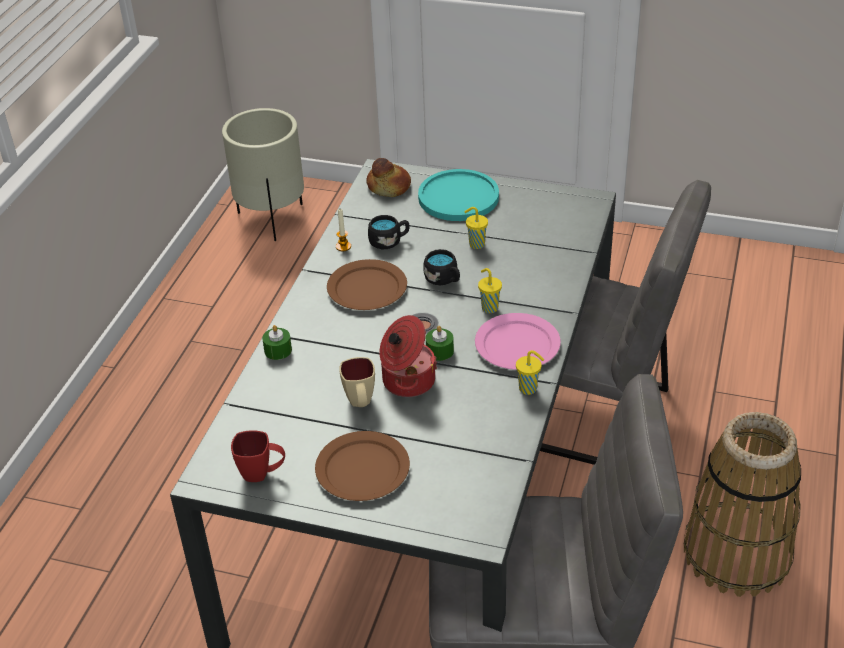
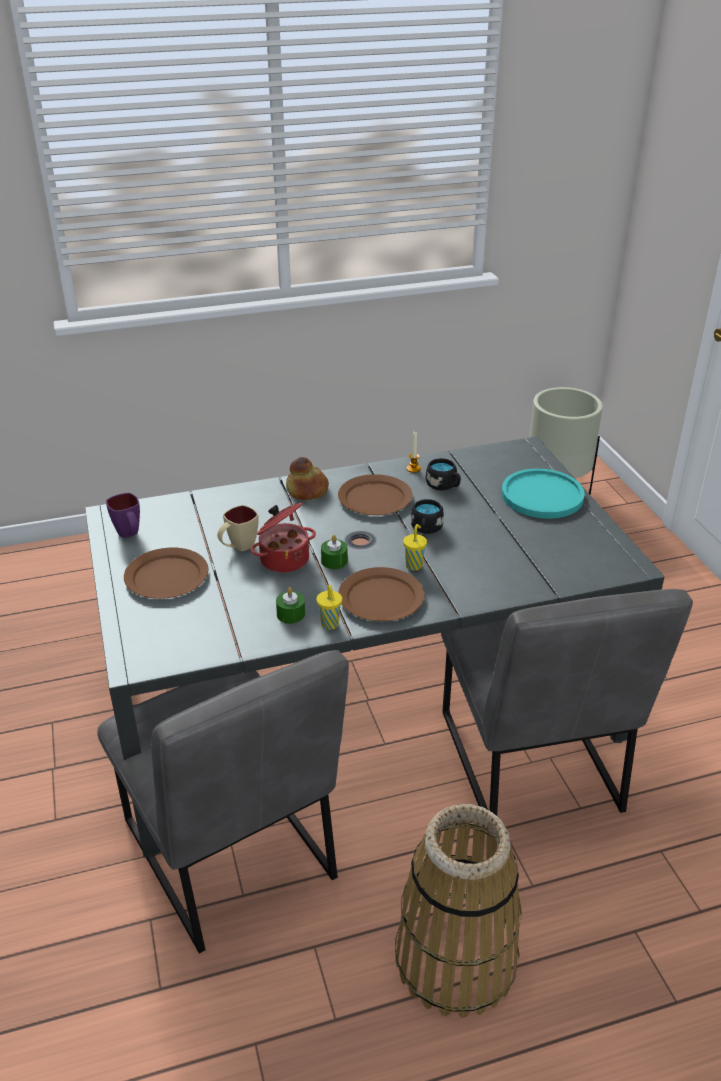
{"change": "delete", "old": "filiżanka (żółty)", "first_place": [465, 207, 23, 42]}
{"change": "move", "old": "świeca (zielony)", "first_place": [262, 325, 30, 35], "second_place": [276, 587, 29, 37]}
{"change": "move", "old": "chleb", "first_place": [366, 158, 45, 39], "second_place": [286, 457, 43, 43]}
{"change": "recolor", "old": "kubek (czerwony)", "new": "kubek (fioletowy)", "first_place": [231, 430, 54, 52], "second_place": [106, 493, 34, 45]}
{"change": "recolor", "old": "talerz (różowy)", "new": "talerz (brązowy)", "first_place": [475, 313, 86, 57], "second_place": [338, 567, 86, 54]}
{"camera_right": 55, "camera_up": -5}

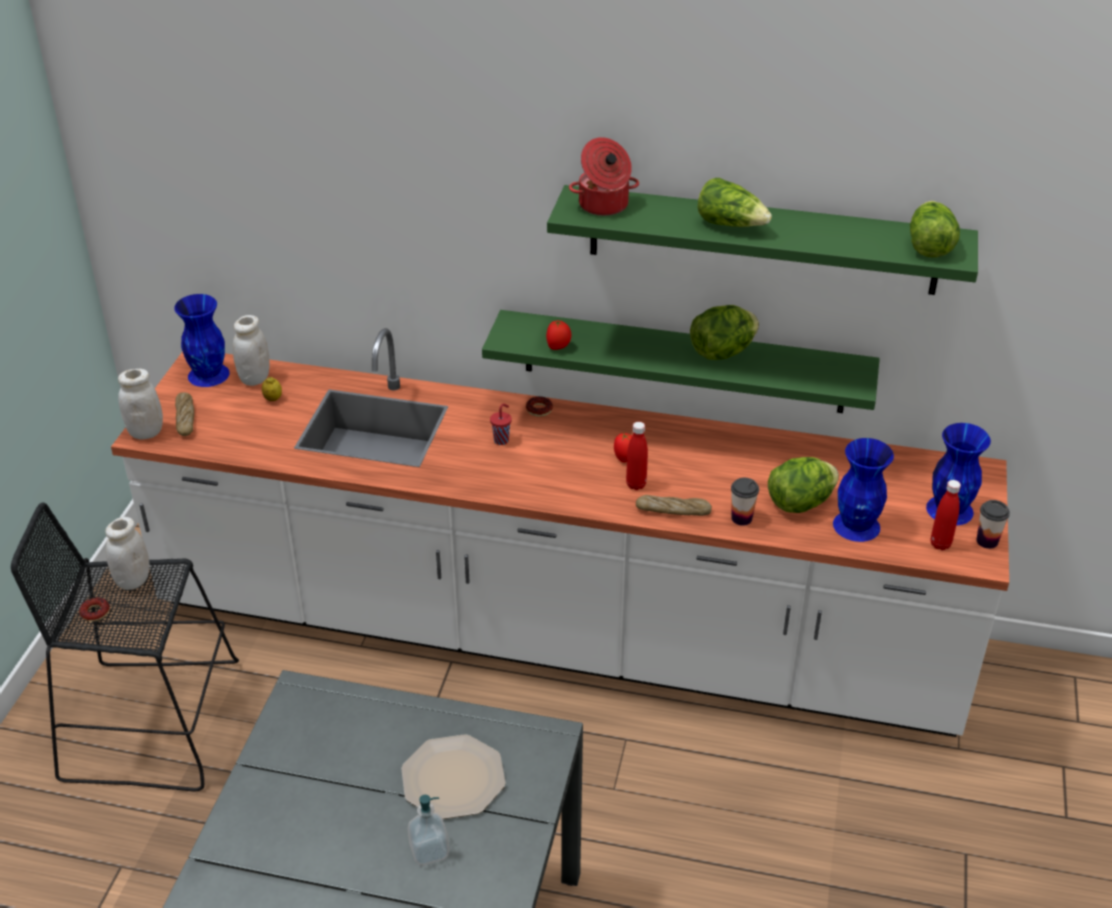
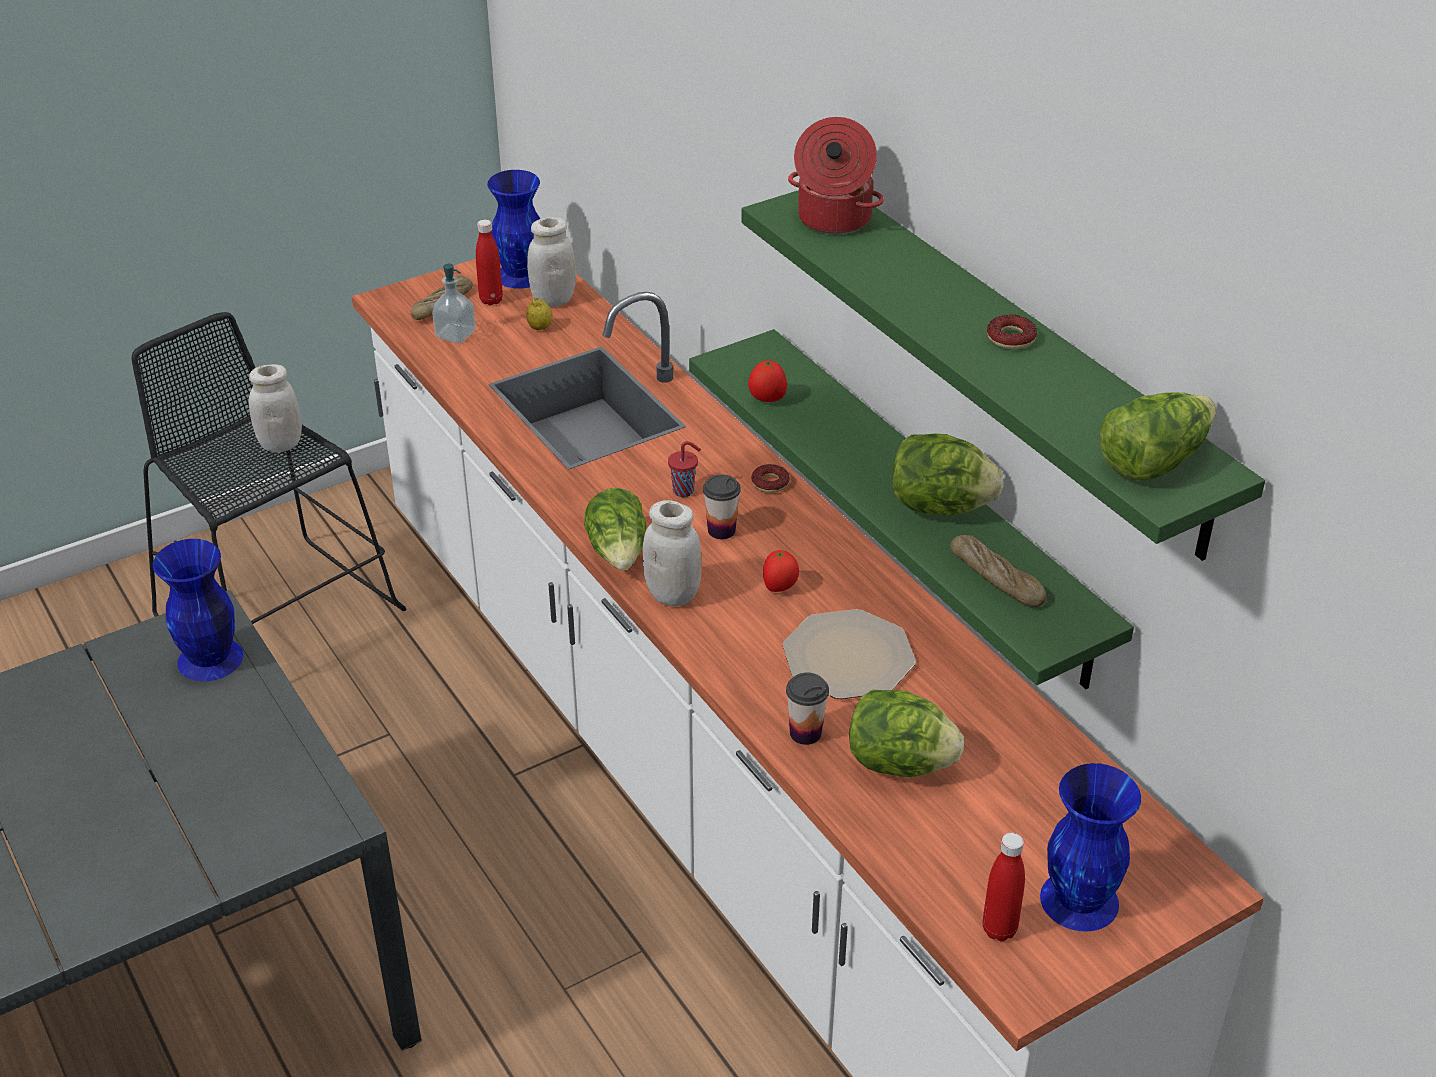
{"change": "move", "old": "donut", "first_place": [79, 597, 30, 24], "second_place": [987, 314, 50, 35]}
{"change": "move", "old": "słoik (biały)", "first_place": [118, 369, 45, 71], "second_place": [643, 500, 59, 106]}
{"change": "move", "old": "talerz", "first_place": [401, 734, 105, 85], "second_place": [783, 609, 133, 90]}
{"change": "move", "old": "dozownik mydła", "first_place": [408, 794, 41, 72], "second_place": [432, 264, 44, 80]}
{"change": "move", "old": "butelka (czerwony)", "first_place": [626, 422, 22, 68], "second_place": [476, 219, 27, 86]}
{"change": "move", "old": "chleb", "first_place": [636, 495, 76, 21], "second_place": [951, 535, 96, 73]}
{"change": "move", "old": "sałata", "first_place": [698, 178, 74, 49], "second_place": [584, 488, 63, 82]}
{"change": "move", "old": "wazon (niebieski)", "first_place": [833, 438, 61, 104], "second_place": [153, 539, 90, 142]}
{"change": "move", "old": "filiżanka", "first_place": [976, 500, 34, 49], "second_place": [703, 474, 38, 65]}
{"camera_right": 45, "camera_up": 0}

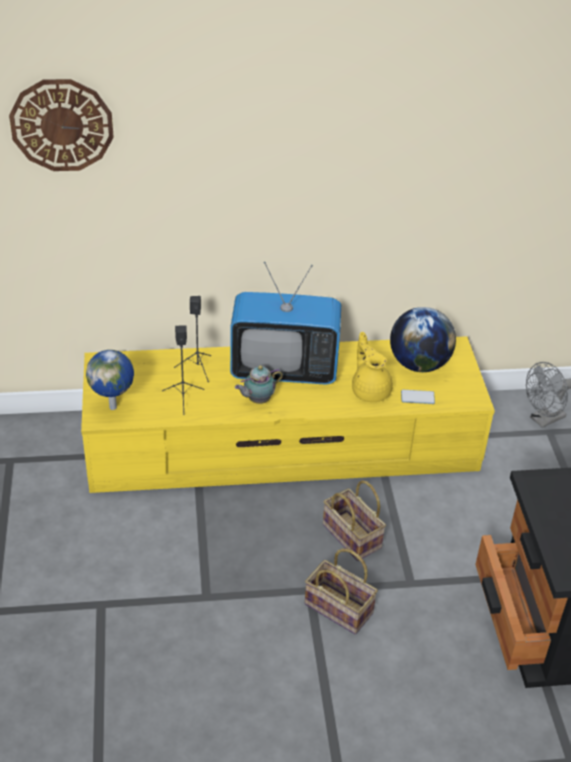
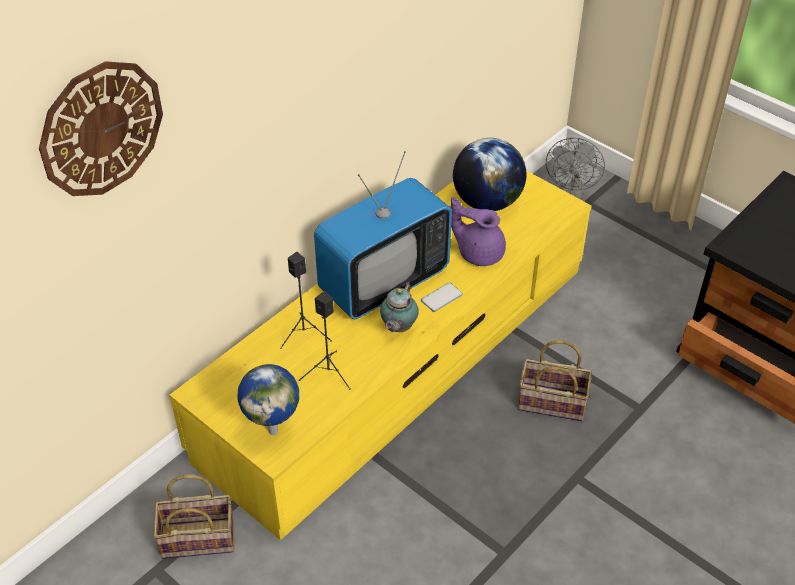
{"change": "move", "old": "koszyk", "first_place": [305, 548, 73, 86], "second_place": [153, 475, 81, 84]}
{"change": "move", "old": "telefon", "first_place": [401, 390, 34, 14], "second_place": [421, 283, 42, 29]}
{"change": "recolor", "old": "imbryk (żółty)", "new": "imbryk (fioletowy)", "first_place": [352, 332, 41, 70], "second_place": [451, 197, 55, 69]}
{"camera_right": -40, "camera_up": 5}

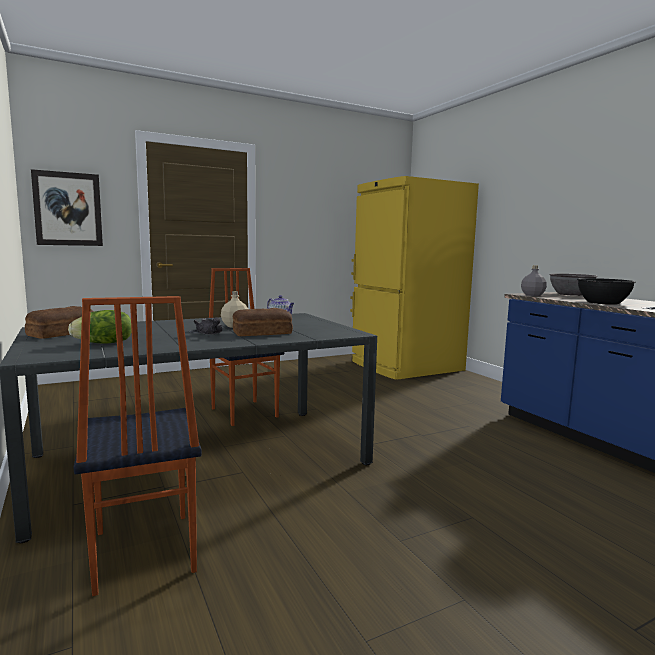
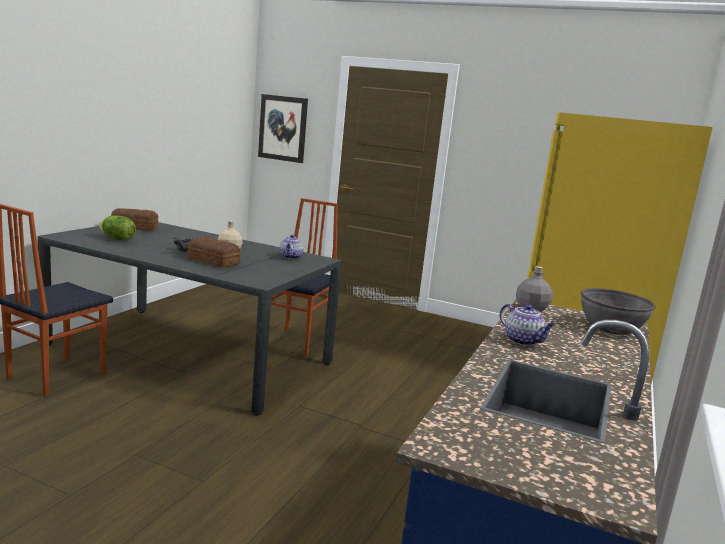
{"change": "replace", "old": "miska (czarny)", "new": "imbryk", "first_place": [577, 278, 59, 27], "second_place": [500, 304, 56, 42]}
{"camera_right": 50, "camera_up": 5}

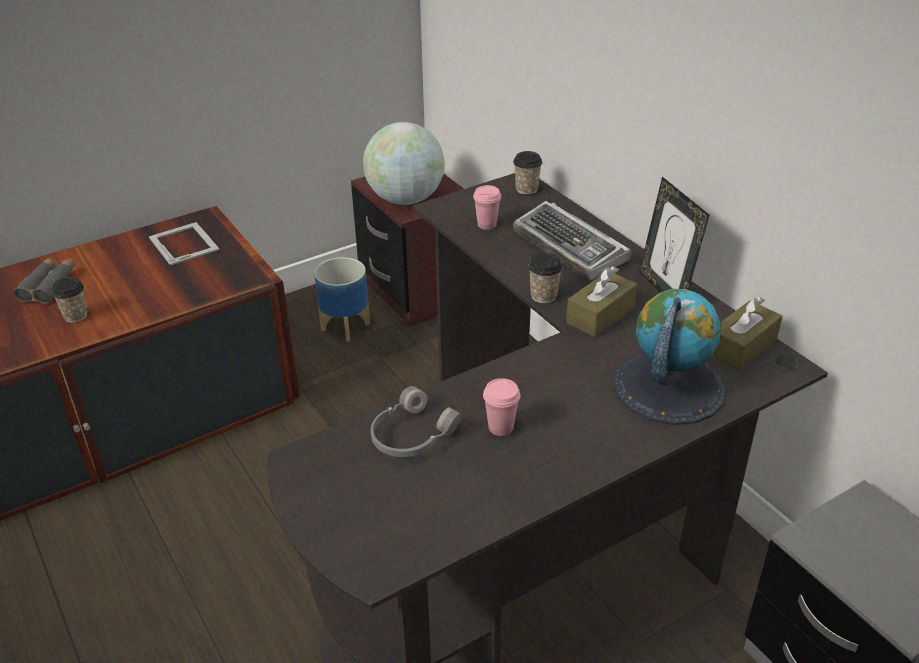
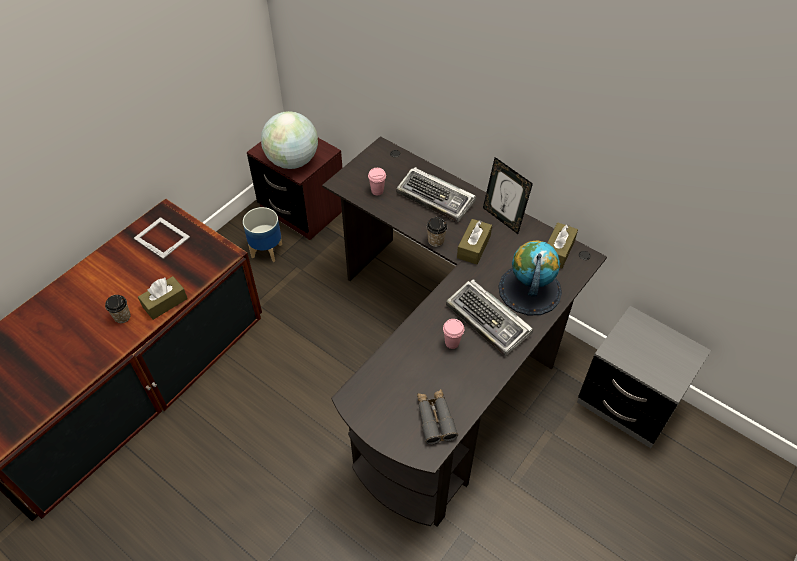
{"change": "delete", "old": "słuchawki (szary)", "first_place": [371, 386, 91, 71]}
{"change": "delete", "old": "filiżanka", "first_place": [513, 151, 29, 44]}
{"change": "insert", "new": "pudełko chusteczek (brązowy)", "second_place": [138, 276, 50, 44]}
{"change": "insert", "new": "klawiatura", "second_place": [446, 279, 87, 77]}
{"change": "move", "old": "lornetka (szary)", "first_place": [13, 258, 62, 46], "second_place": [417, 389, 41, 55]}
{"camera_right": -20, "camera_up": 15}

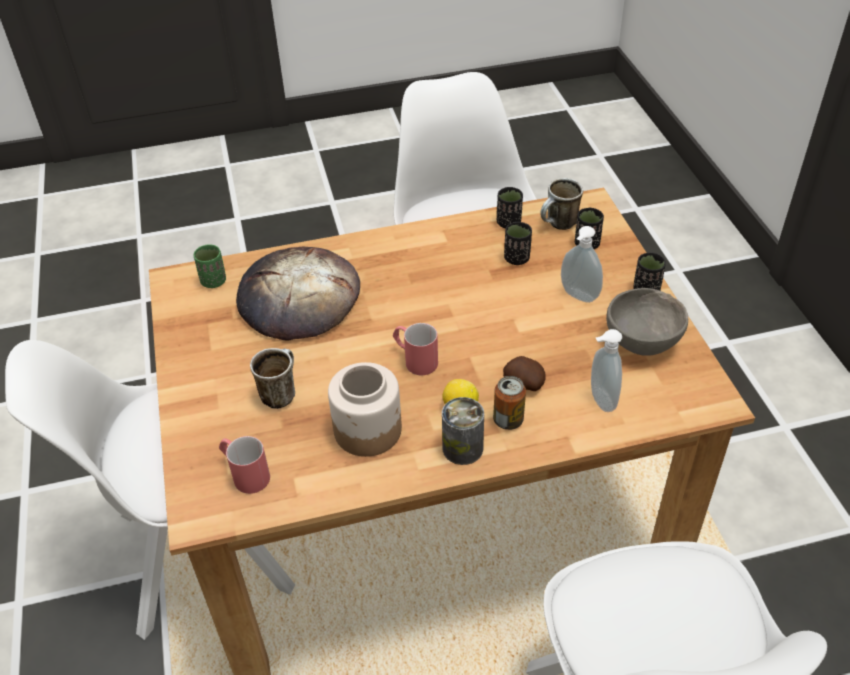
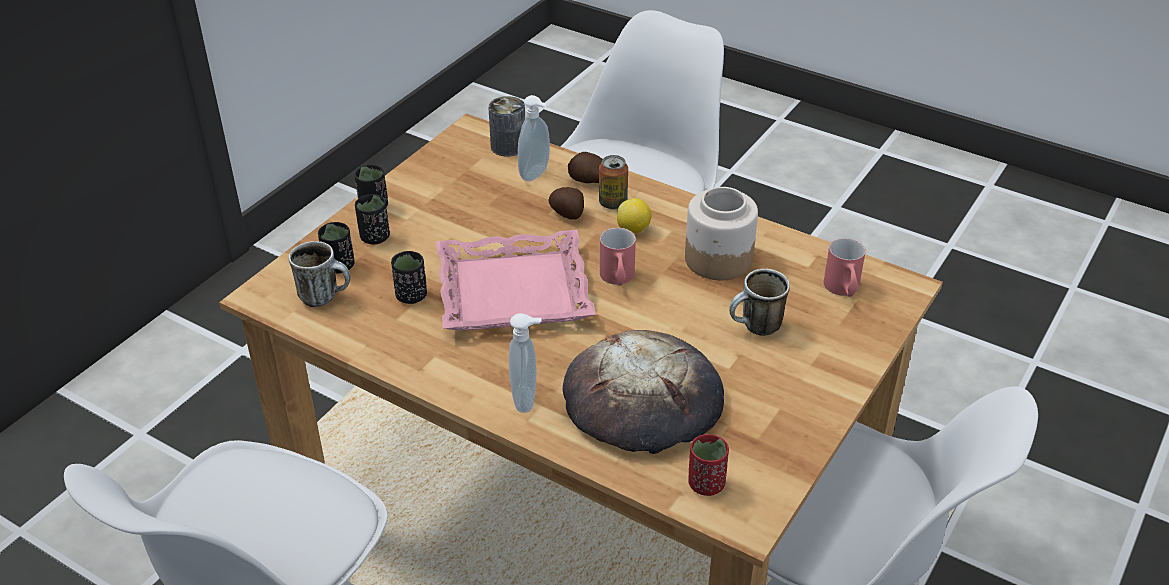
{"change": "delete", "old": "miska (szary)", "first_place": [606, 288, 82, 68]}
{"change": "insert", "new": "taca (różowy)", "second_place": [436, 230, 160, 101]}
{"change": "insert", "new": "ziemniak", "second_place": [568, 152, 35, 31]}
{"change": "move", "old": "puszka", "first_place": [442, 397, 42, 68], "second_place": [488, 96, 37, 60]}
{"change": "move", "old": "filiżanka (czarny)", "first_place": [497, 187, 26, 42], "second_place": [355, 194, 35, 51]}
{"change": "move", "old": "dozownik mydła", "first_place": [561, 226, 42, 77], "second_place": [509, 313, 33, 100]}
{"change": "recolor", "old": "filiżanka (zielony)", "new": "filiżanka (czerwony)", "first_place": [194, 244, 32, 44], "second_place": [688, 434, 41, 62]}
{"camera_right": -135, "camera_up": -5}

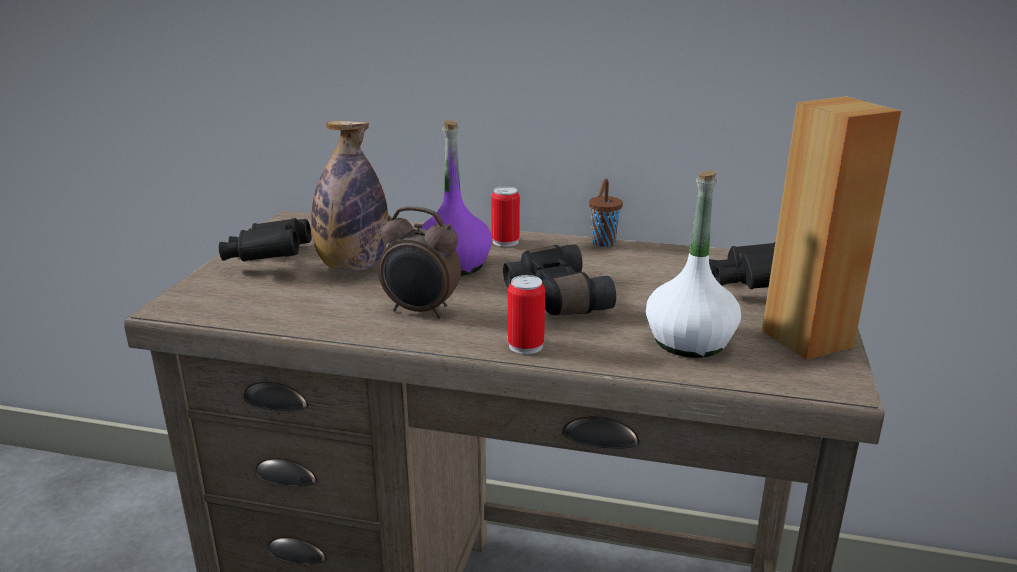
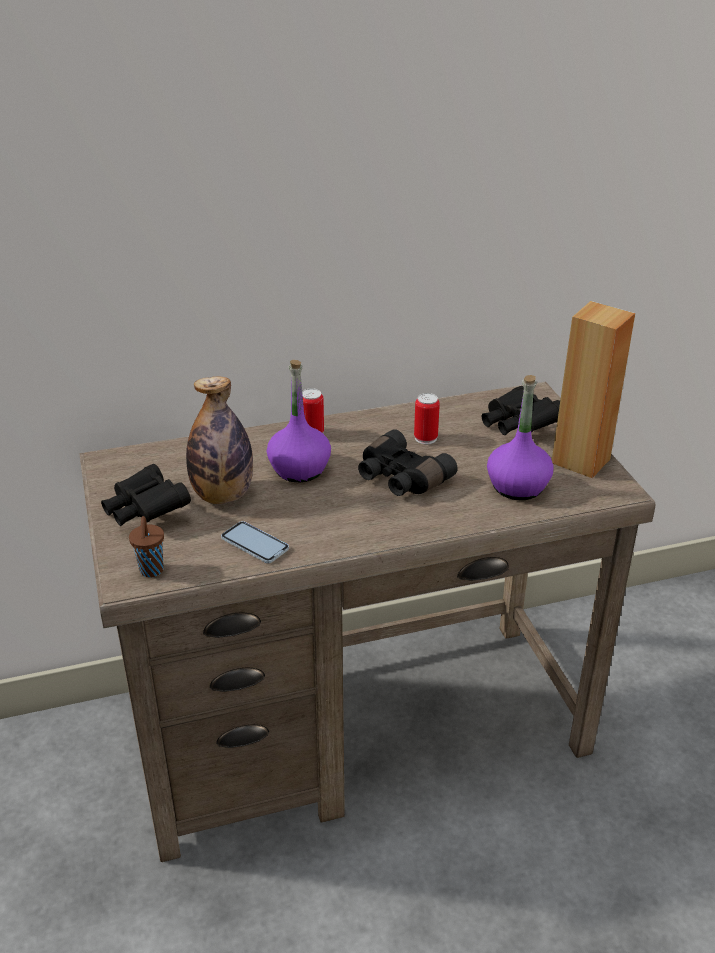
{"change": "delete", "old": "budzik", "first_place": [378, 206, 83, 112]}
{"change": "insert", "new": "telefon", "second_place": [221, 521, 68, 42]}
{"change": "move", "old": "puszka", "first_place": [508, 275, 37, 79], "second_place": [414, 393, 26, 51]}
{"change": "move", "old": "filiżanka (brązowy)", "first_place": [589, 179, 34, 68], "second_place": [129, 516, 35, 61]}
{"change": "recolor", "old": "butelka (biały)", "new": "butelka (fioletowy)", "first_place": [646, 171, 95, 187], "second_place": [487, 375, 67, 125]}
{"camera_right": -30, "camera_up": 10}

